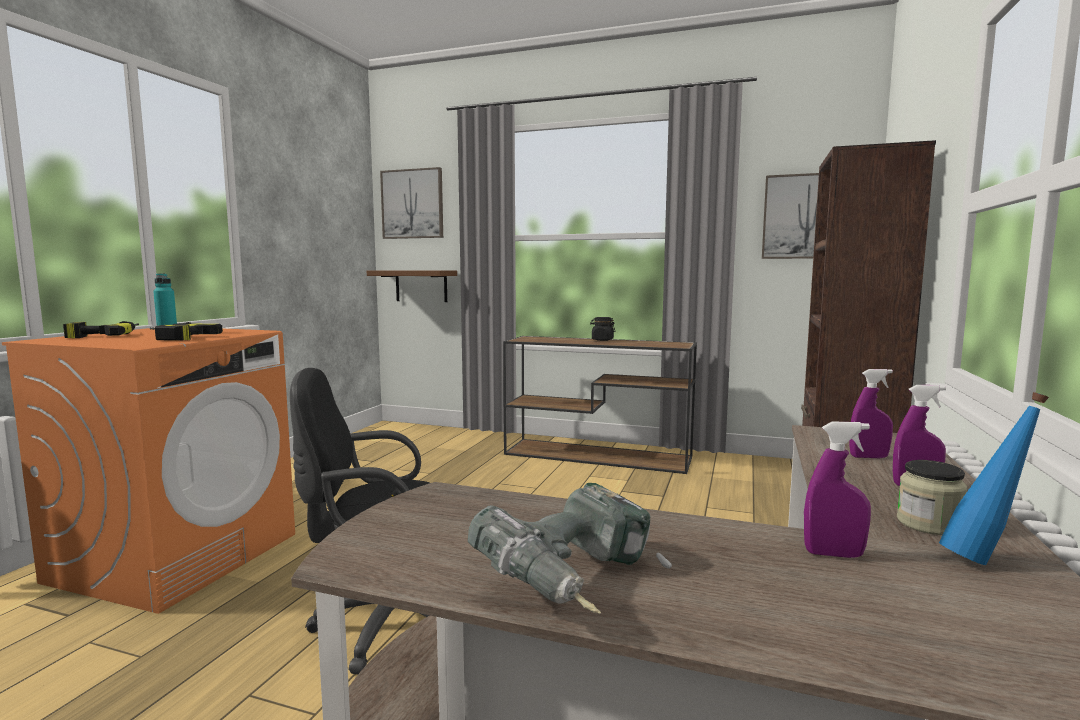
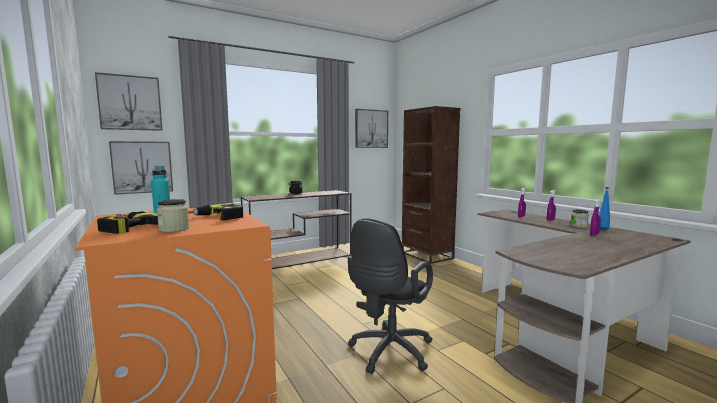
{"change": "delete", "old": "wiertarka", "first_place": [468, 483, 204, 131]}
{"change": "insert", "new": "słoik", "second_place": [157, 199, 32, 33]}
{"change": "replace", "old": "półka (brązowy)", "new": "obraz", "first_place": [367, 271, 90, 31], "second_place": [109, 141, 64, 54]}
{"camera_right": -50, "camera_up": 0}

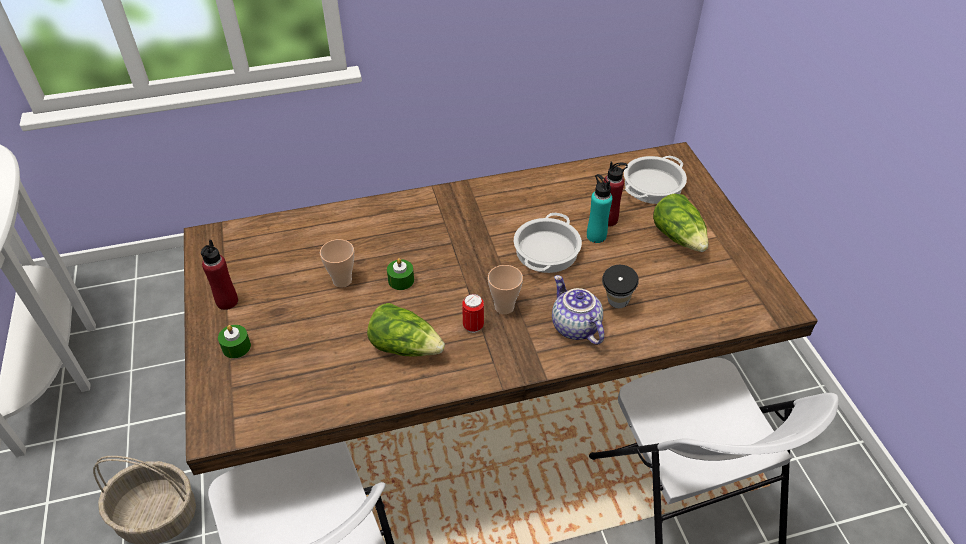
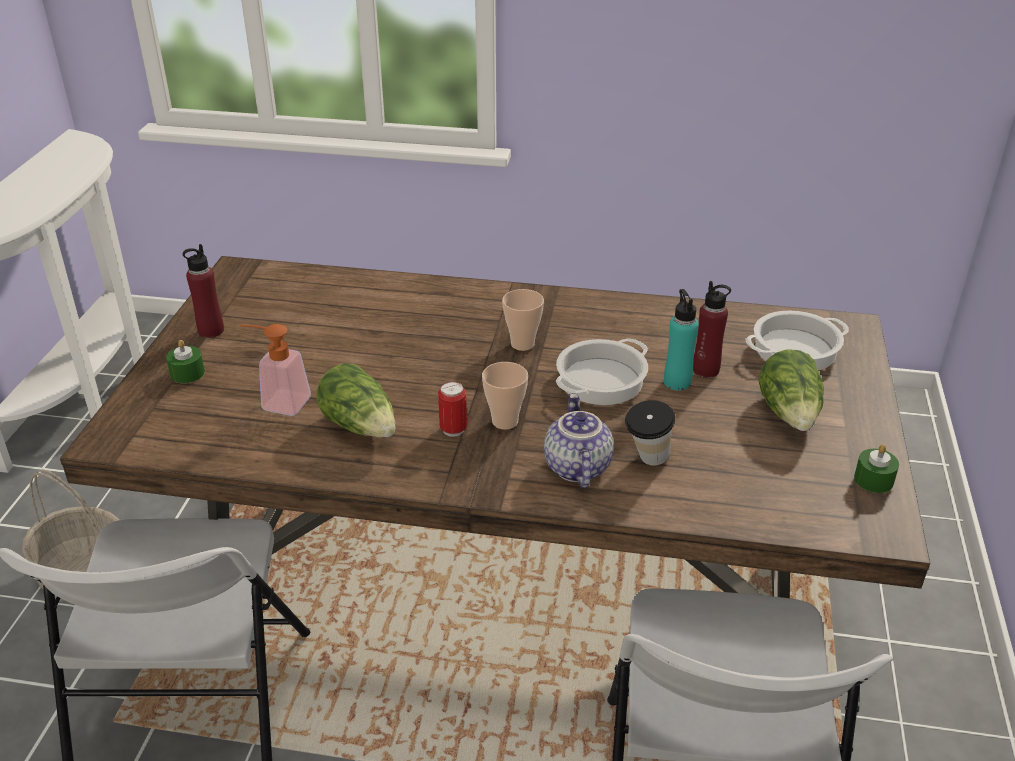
{"change": "insert", "new": "dozownik mydła", "second_place": [240, 324, 71, 92]}
{"change": "move", "old": "filiżanka", "first_place": [320, 239, 34, 49], "second_place": [502, 289, 42, 62]}
{"change": "move", "old": "świeca (zielony)", "first_place": [387, 258, 27, 32], "second_place": [854, 444, 45, 49]}
{"camera_right": 25, "camera_up": -10}

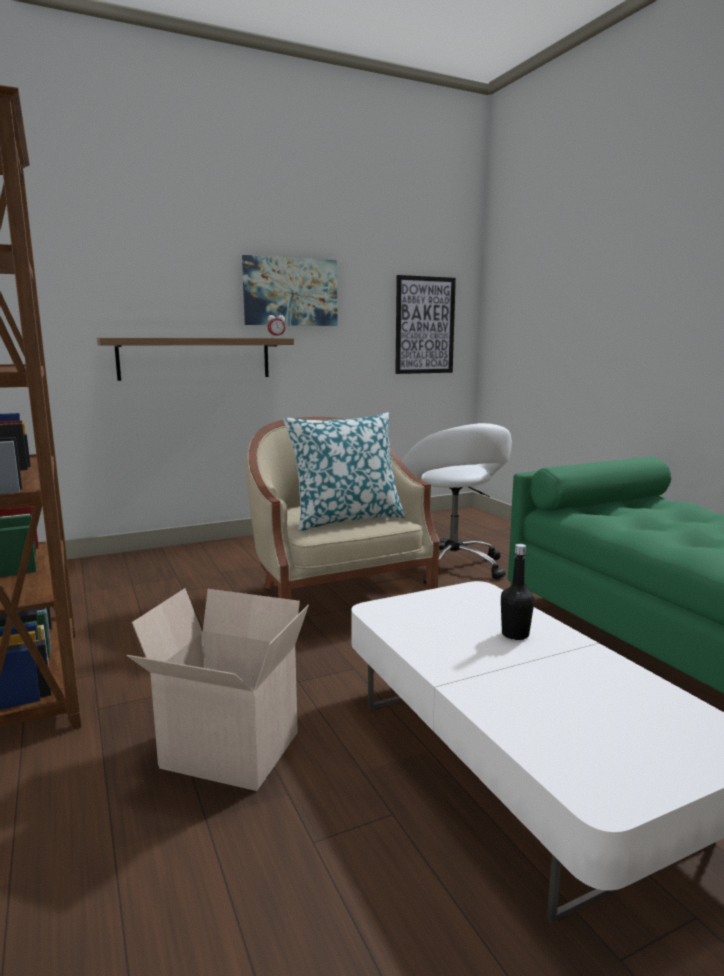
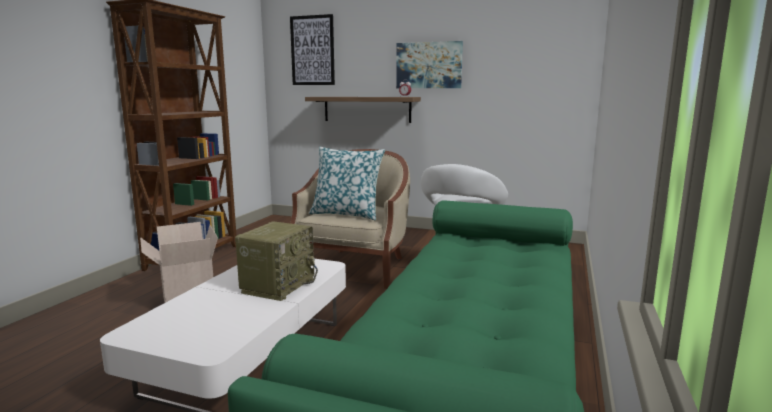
{"change": "move", "old": "obraz", "first_place": [395, 275, 61, 99], "second_place": [290, 14, 45, 71]}
{"change": "replace", "old": "butelka (czarny)", "new": "radio", "first_place": [501, 544, 34, 96], "second_place": [235, 222, 83, 79]}
{"camera_right": 45, "camera_up": 0}

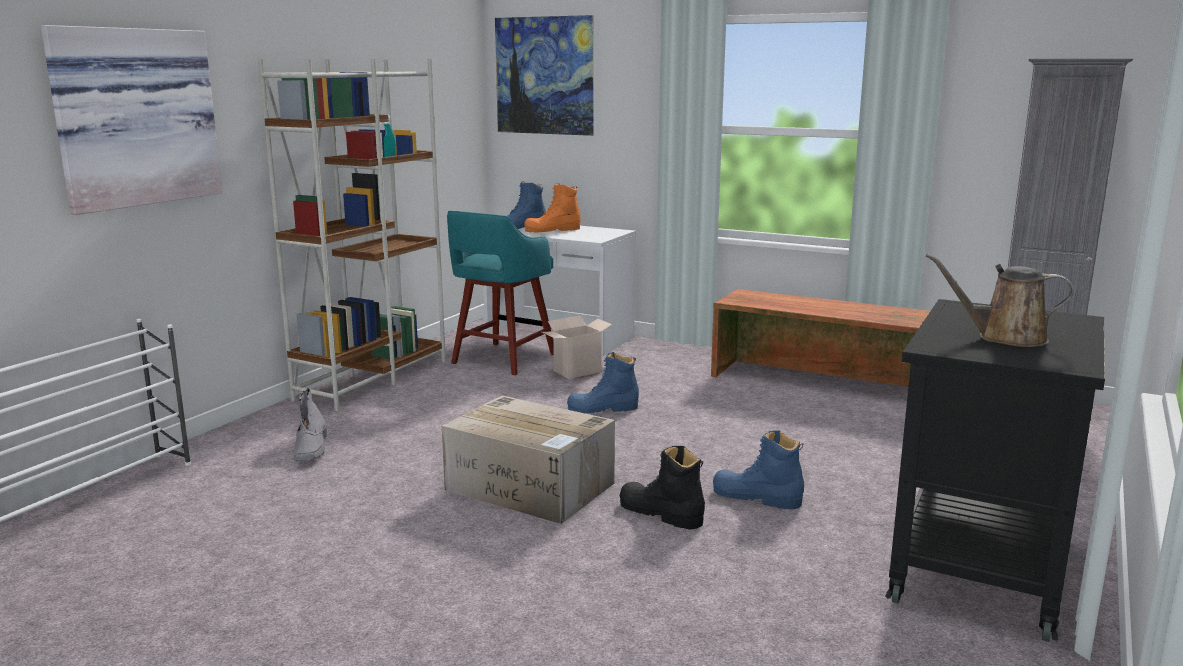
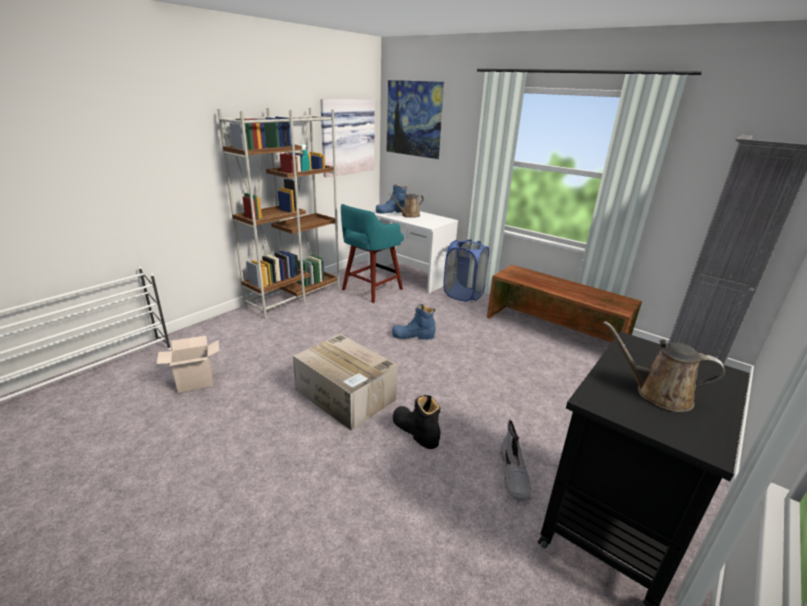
{"change": "delete", "old": "but z cholewką (niebieski)", "first_place": [713, 431, 91, 79]}
{"change": "insert", "new": "kosz na pranie (niebieski)", "second_place": [443, 239, 47, 63]}
{"change": "move", "old": "obraz", "first_place": [41, 25, 182, 190], "second_place": [320, 99, 55, 78]}
{"change": "move", "old": "but z cholewką (szary)", "first_place": [294, 388, 33, 74], "second_place": [501, 419, 30, 83]}
{"change": "move", "old": "karton", "first_place": [542, 315, 70, 64], "second_place": [157, 336, 62, 57]}
{"change": "replace", "old": "but z cholewką (pomarańczowy)", "new": "konewka (brązowy)", "first_place": [524, 183, 57, 50], "second_place": [389, 194, 35, 24]}
{"camera_right": 10, "camera_up": 10}

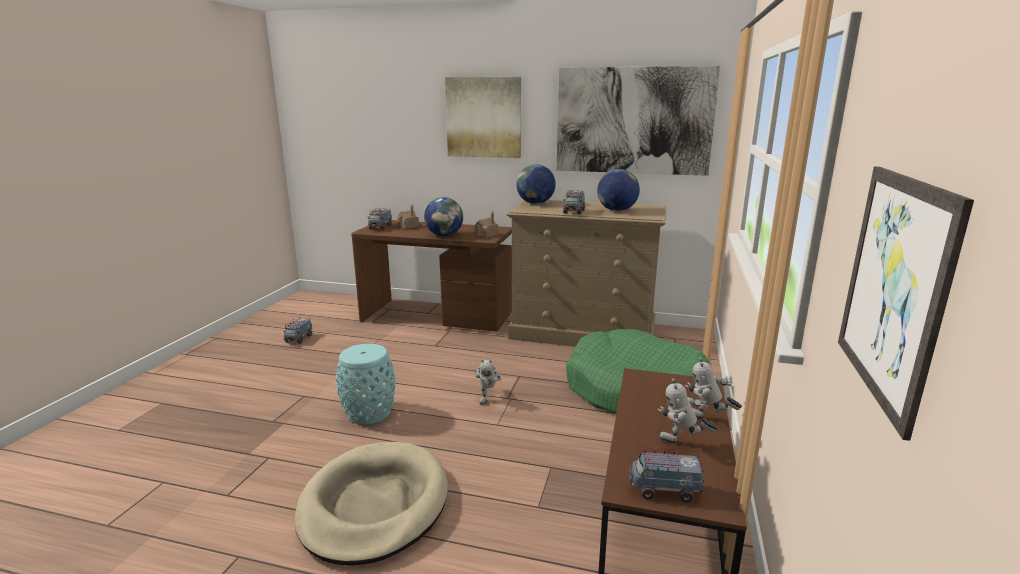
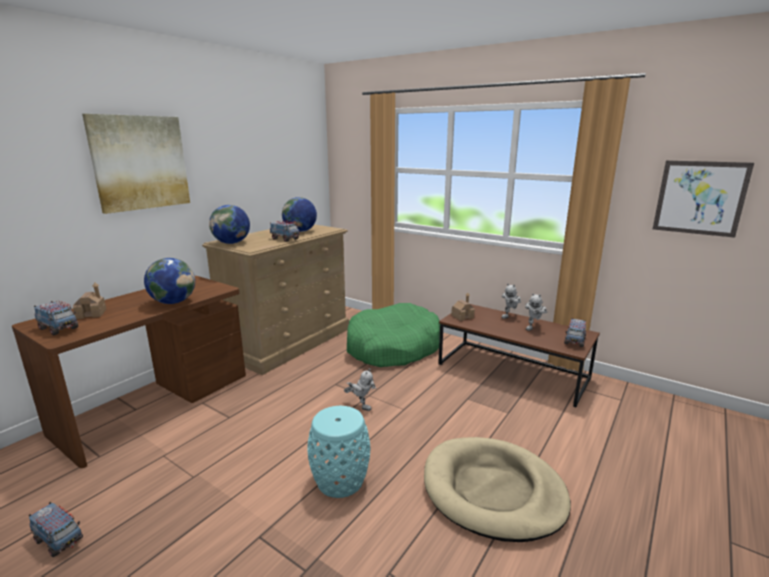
{"change": "delete", "old": "obraz", "first_place": [556, 66, 164, 110]}
{"change": "move", "old": "domek", "first_place": [474, 211, 24, 27], "second_place": [451, 293, 24, 28]}
{"camera_right": -70, "camera_up": 0}

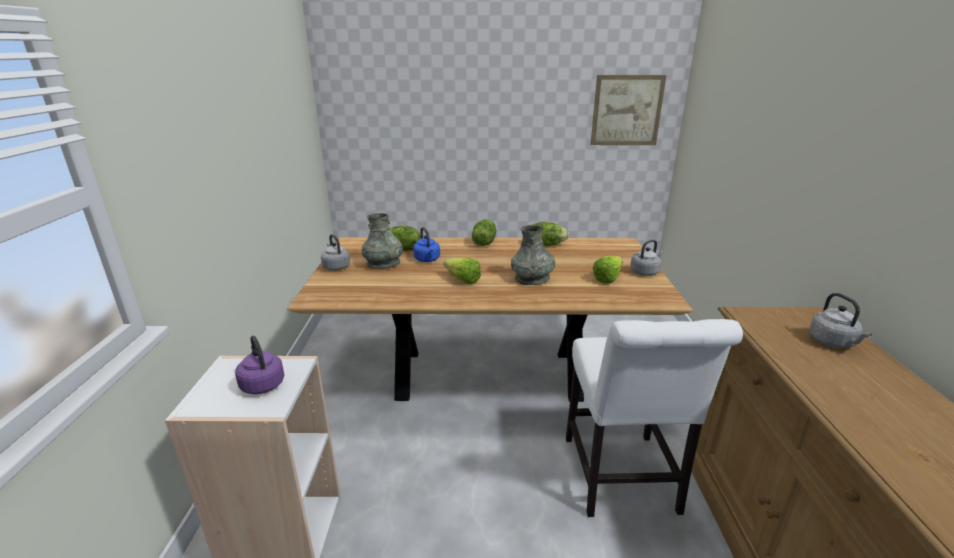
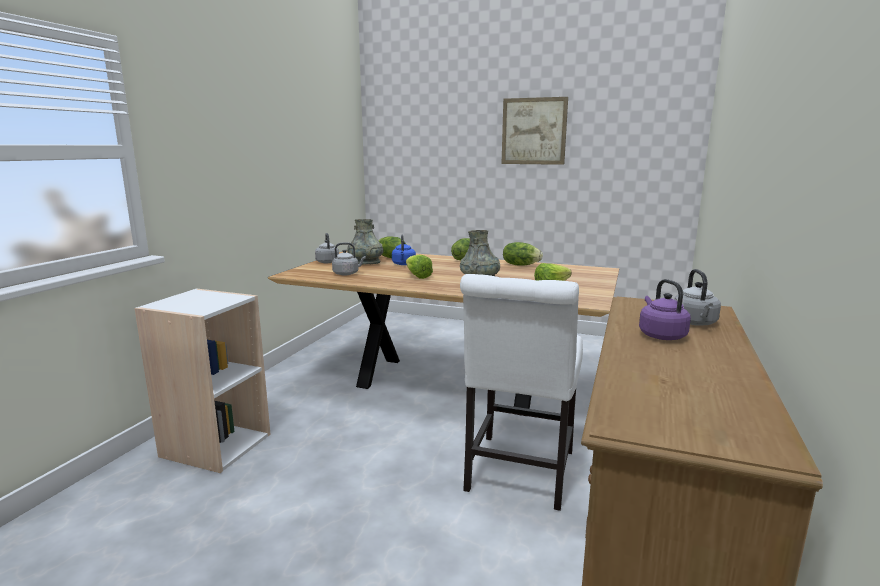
{"change": "move", "old": "czajnik (fioletowy)", "first_place": [235, 336, 49, 58], "second_place": [639, 279, 52, 61]}
{"change": "move", "old": "obraz", "first_place": [591, 75, 75, 70], "second_place": [502, 97, 66, 68]}
{"change": "move", "old": "czajnik (szary)", "first_place": [630, 240, 34, 36], "second_place": [332, 243, 34, 33]}
{"camera_right": 20, "camera_up": -10}

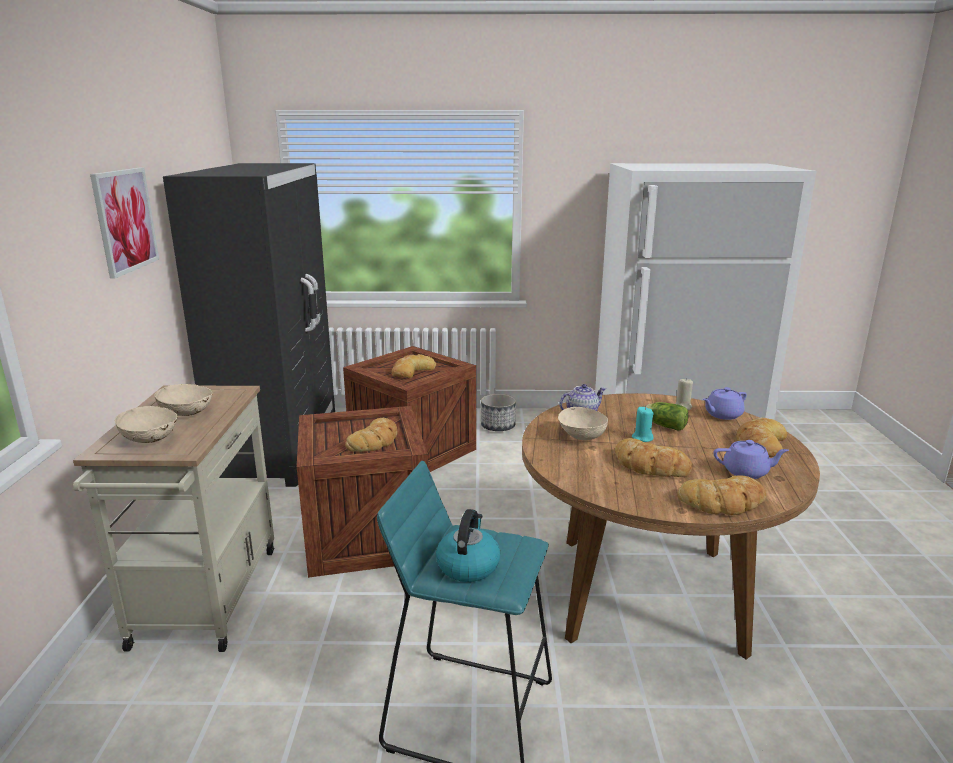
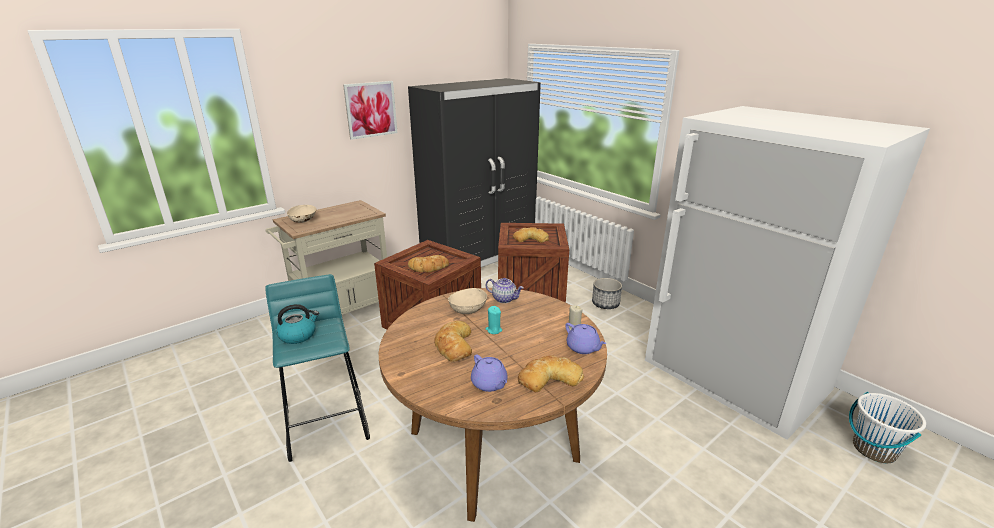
{"change": "delete", "old": "miska (beżowy)", "first_place": [154, 384, 59, 32]}
{"change": "delete", "old": "sałata", "first_place": [644, 402, 44, 29]}
{"change": "delete", "old": "chleb", "first_place": [677, 475, 89, 40]}
{"change": "insert", "new": "wiadro (biały)", "second_place": [849, 392, 77, 71]}
{"change": "rotate", "old": "imbryk (fioletowy)", "first_place": [703, 387, 44, 33], "second_place": [565, 323, 41, 31], "degrees": -150}
{"camera_right": 50, "camera_up": 5}

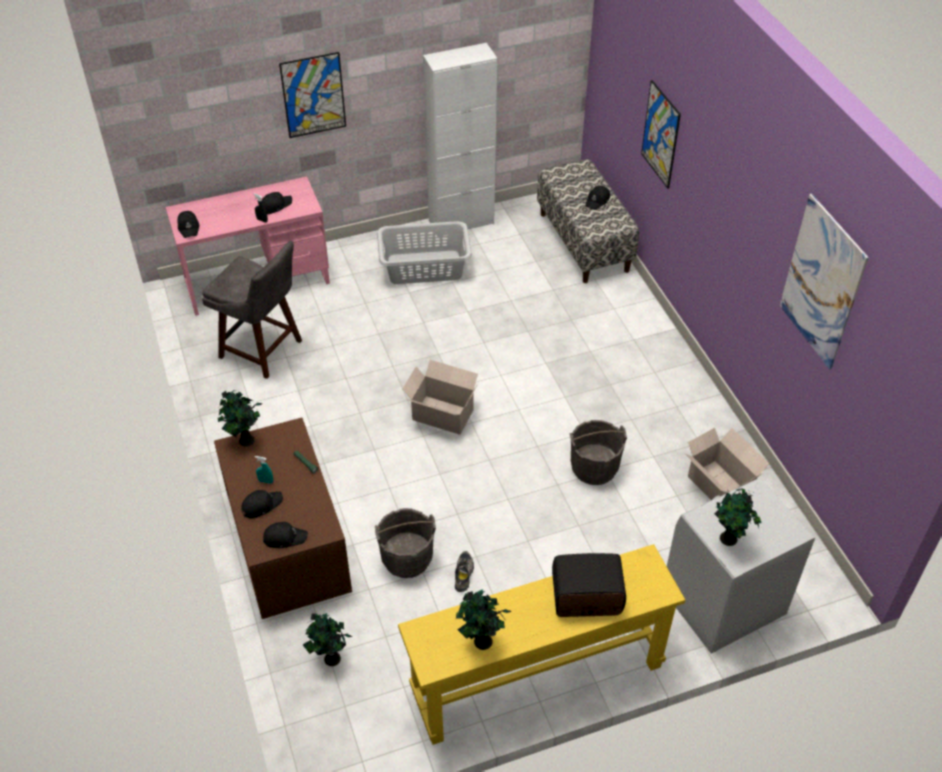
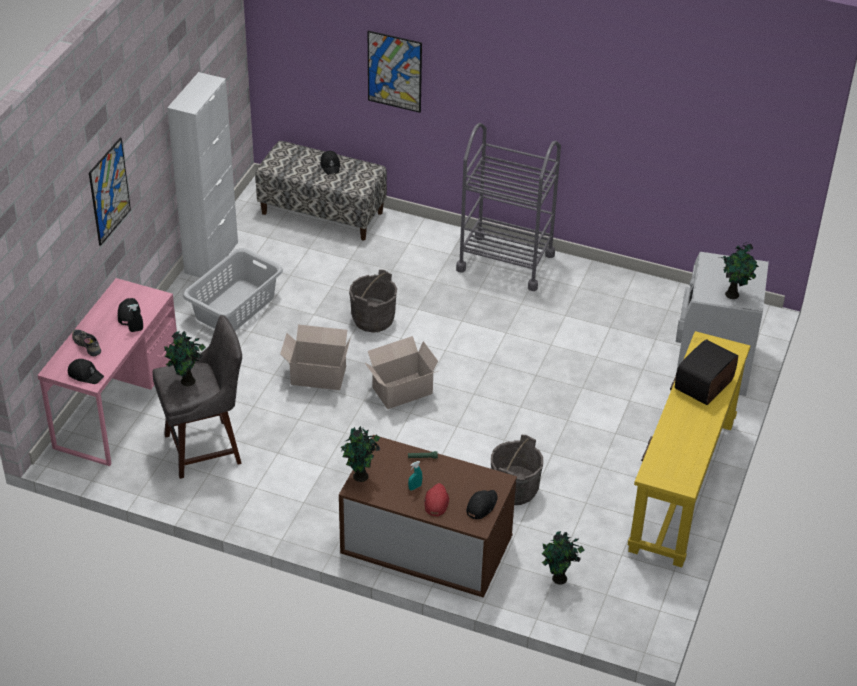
{"change": "delete", "old": "obraz", "first_place": [780, 194, 88, 175]}
{"change": "insert", "new": "wózek (szary)", "second_place": [456, 123, 105, 168]}
{"change": "move", "old": "but", "first_place": [455, 551, 19, 41], "second_place": [72, 330, 29, 26]}
{"change": "move", "old": "roślina doniczkowa", "first_place": [456, 589, 55, 61], "second_place": [164, 331, 42, 55]}
{"change": "move", "old": "wiadro (szary)", "first_place": [569, 420, 58, 65], "second_place": [349, 269, 48, 63]}
{"change": "move", "old": "karton", "first_place": [684, 428, 85, 72], "second_place": [280, 325, 71, 65]}
{"change": "recolor", "old": "czapka z daszkiem (czarny)", "new": "czapka z daszkiem (czerwony)", "first_place": [241, 490, 42, 29], "second_place": [424, 483, 25, 34]}
{"camera_right": -50, "camera_up": -5}

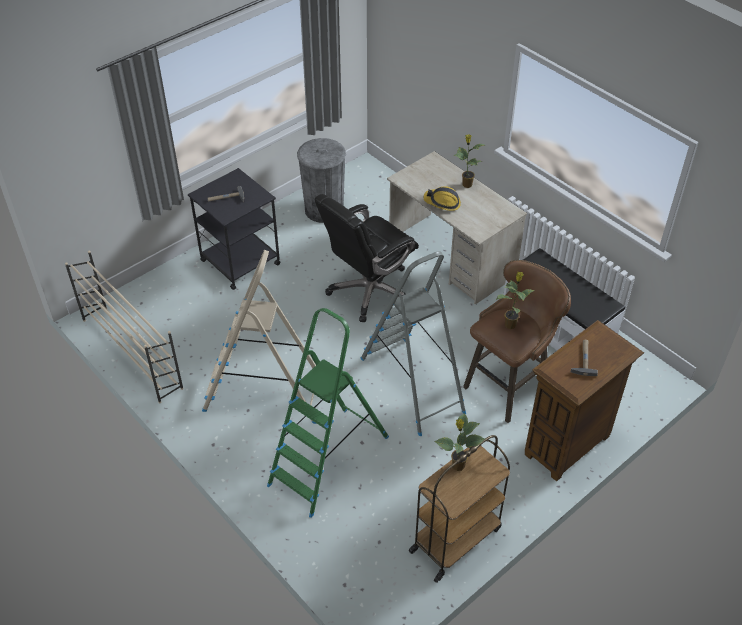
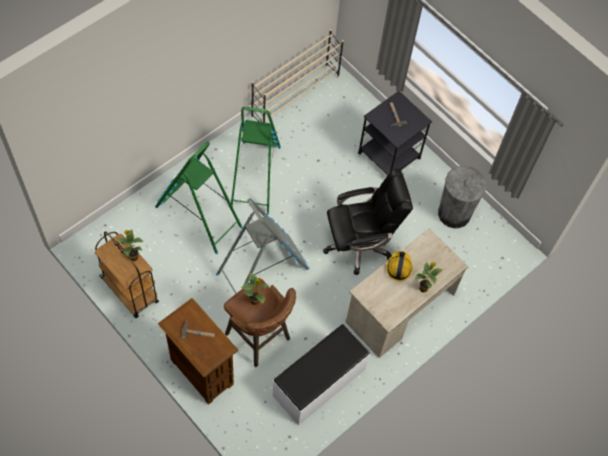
{"change": "recolor", "old": "drabinka (beżowy)", "new": "drabinka (zielony)", "first_place": [202, 250, 115, 174], "second_place": [230, 107, 51, 108]}
{"change": "rotate", "old": "krzesło biurowe (czarny)", "first_place": [315, 194, 104, 128], "second_place": [323, 169, 90, 106], "degrees": 120}
{"camera_right": 85, "camera_up": 15}

